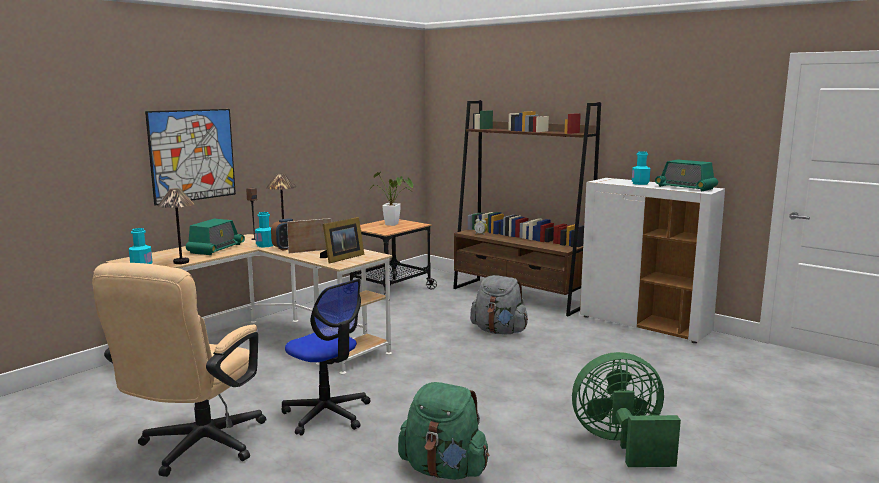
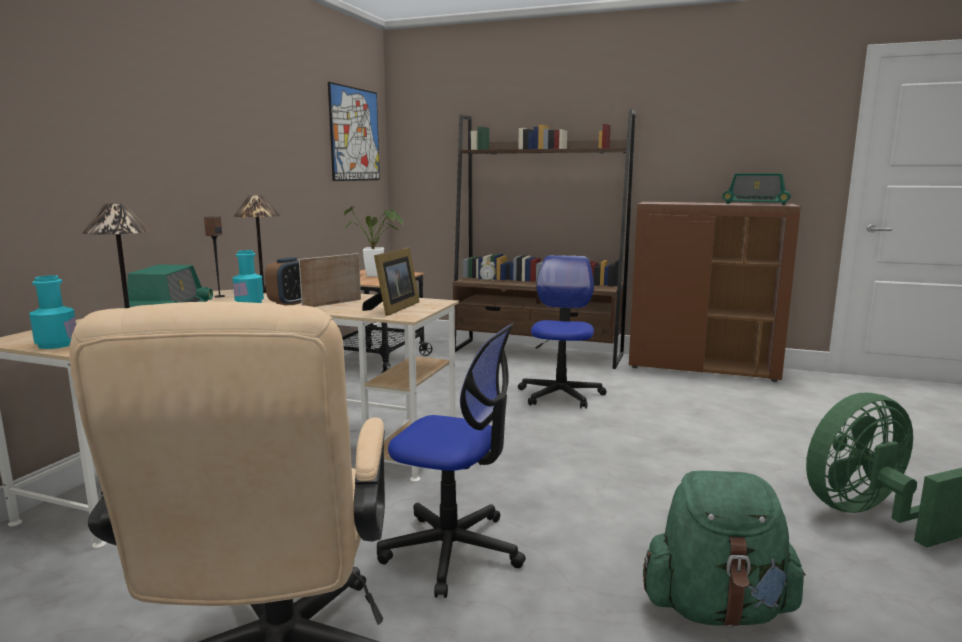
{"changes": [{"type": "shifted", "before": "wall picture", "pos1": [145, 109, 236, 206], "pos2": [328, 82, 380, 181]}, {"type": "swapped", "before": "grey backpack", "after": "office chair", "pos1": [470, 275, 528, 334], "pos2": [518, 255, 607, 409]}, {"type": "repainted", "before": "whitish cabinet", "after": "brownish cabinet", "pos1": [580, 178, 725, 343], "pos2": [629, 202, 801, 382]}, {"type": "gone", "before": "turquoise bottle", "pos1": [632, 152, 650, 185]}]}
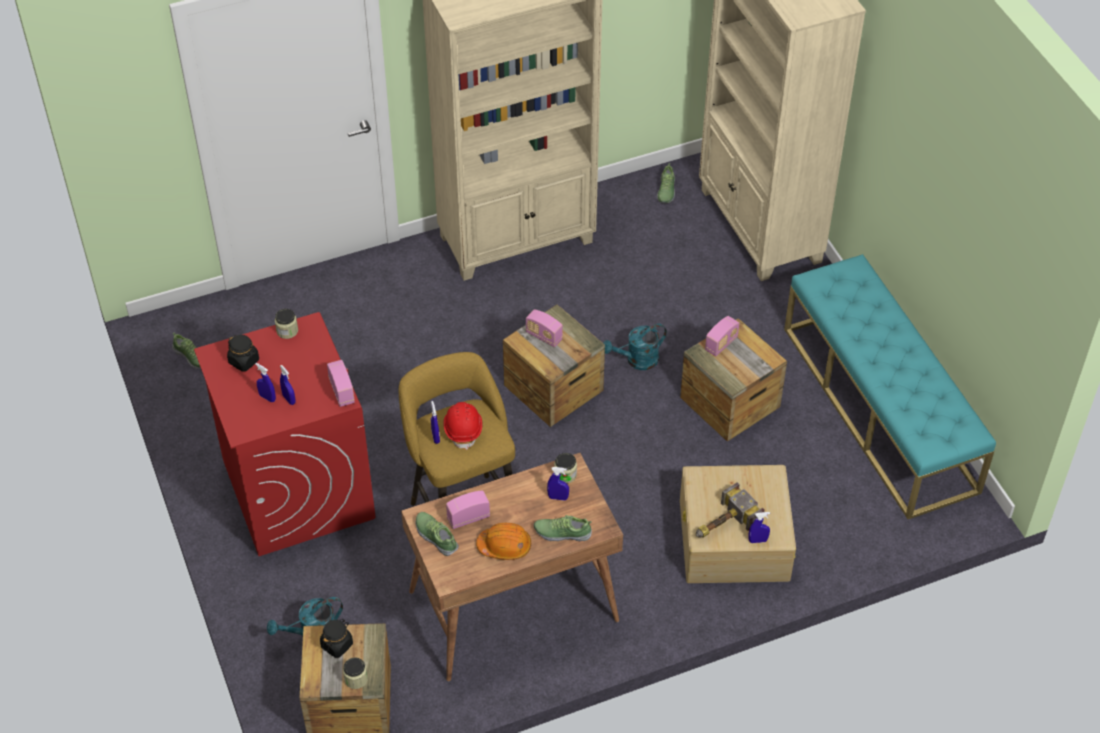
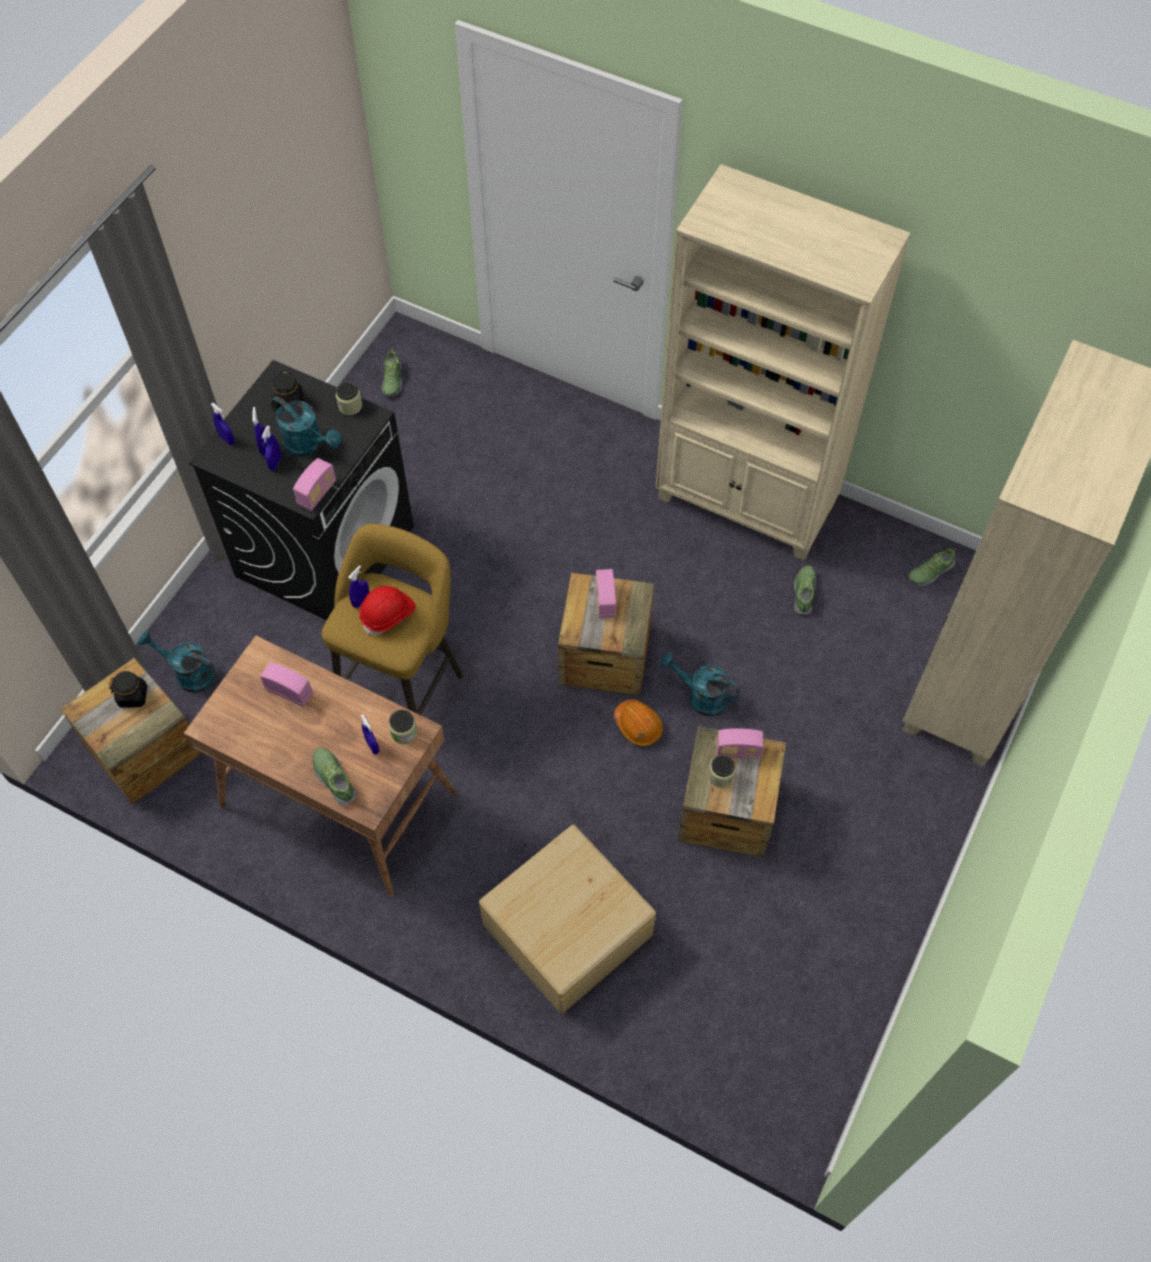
{"changes": [{"type": "repainted", "before": "red-coloured laundry machine", "after": "black laundry machine", "pos1": [194, 312, 376, 556], "pos2": [189, 360, 414, 620]}, {"type": "shifted", "before": "bluish hand sprayer", "pos1": [749, 512, 770, 543], "pos2": [211, 403, 234, 445]}, {"type": "new", "after": "turquoise watering can", "pos2": [271, 396, 341, 457]}, {"type": "shifted", "before": "orange-coloured safety helmet", "pos1": [476, 523, 531, 560], "pos2": [614, 699, 663, 746]}, {"type": "shifted", "before": "storage jar", "pos1": [343, 657, 368, 689], "pos2": [708, 755, 736, 788]}, {"type": "shifted", "before": "shoe", "pos1": [416, 512, 459, 556], "pos2": [794, 565, 816, 614]}, {"type": "gone", "before": "hand hammer", "pos1": [696, 482, 765, 538]}, {"type": "gone", "before": "turquoise bench", "pos1": [784, 254, 996, 519]}]}
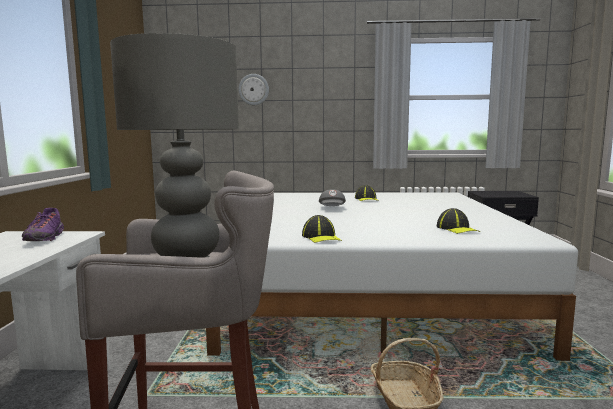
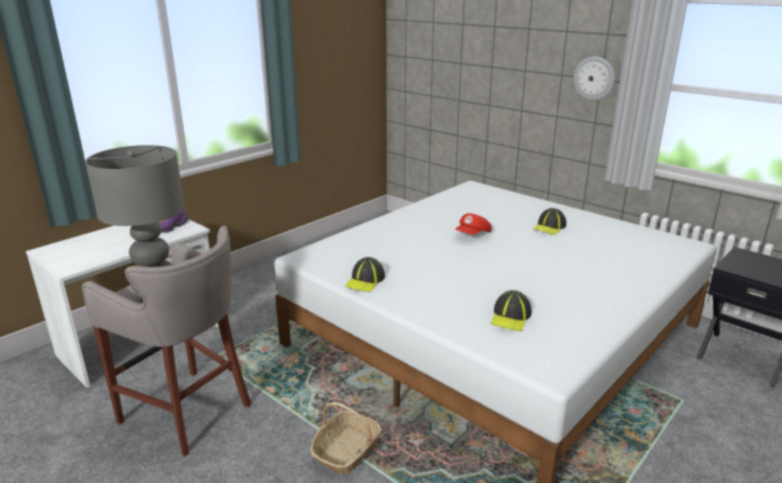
{"changes": [{"type": "repainted", "before": "grey baseball cap", "after": "red-coloured baseball cap", "pos1": [319, 189, 346, 206], "pos2": [456, 213, 492, 234]}, {"type": "shifted", "before": "clock on the wall", "pos1": [238, 74, 269, 105], "pos2": [574, 56, 615, 101]}]}
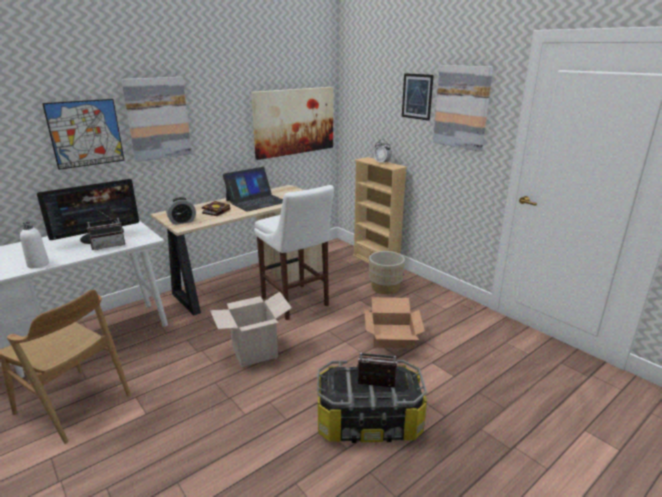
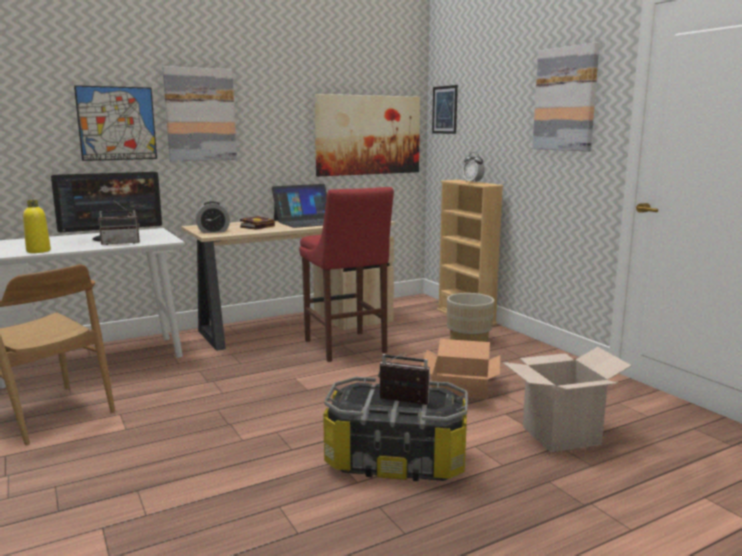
{"changes": [{"type": "repainted", "before": "whitish bottle", "after": "yellow bottle", "pos1": [20, 222, 49, 268], "pos2": [23, 200, 51, 253]}, {"type": "repainted", "before": "whitish stool seat", "after": "red-coloured stool seat", "pos1": [254, 185, 334, 320], "pos2": [299, 187, 394, 362]}, {"type": "shifted", "before": "wall picture", "pos1": [402, 73, 434, 121], "pos2": [432, 85, 458, 134]}, {"type": "shifted", "before": "cardboard box", "pos1": [210, 291, 292, 367], "pos2": [503, 347, 632, 452]}]}
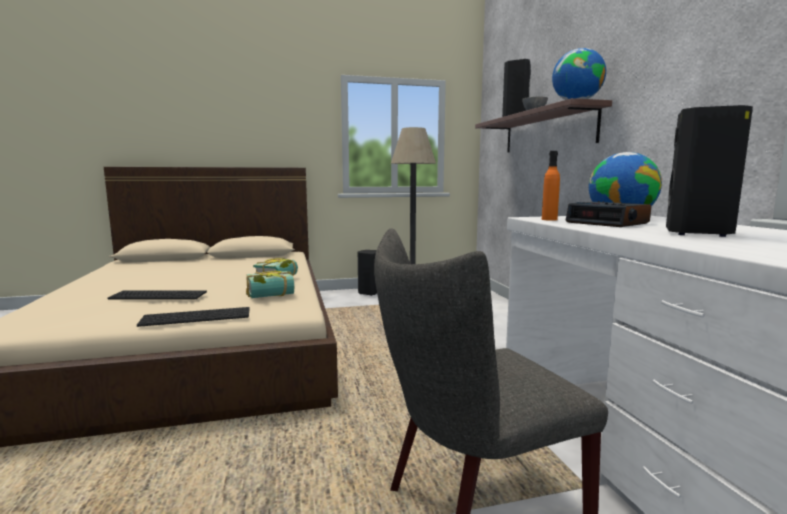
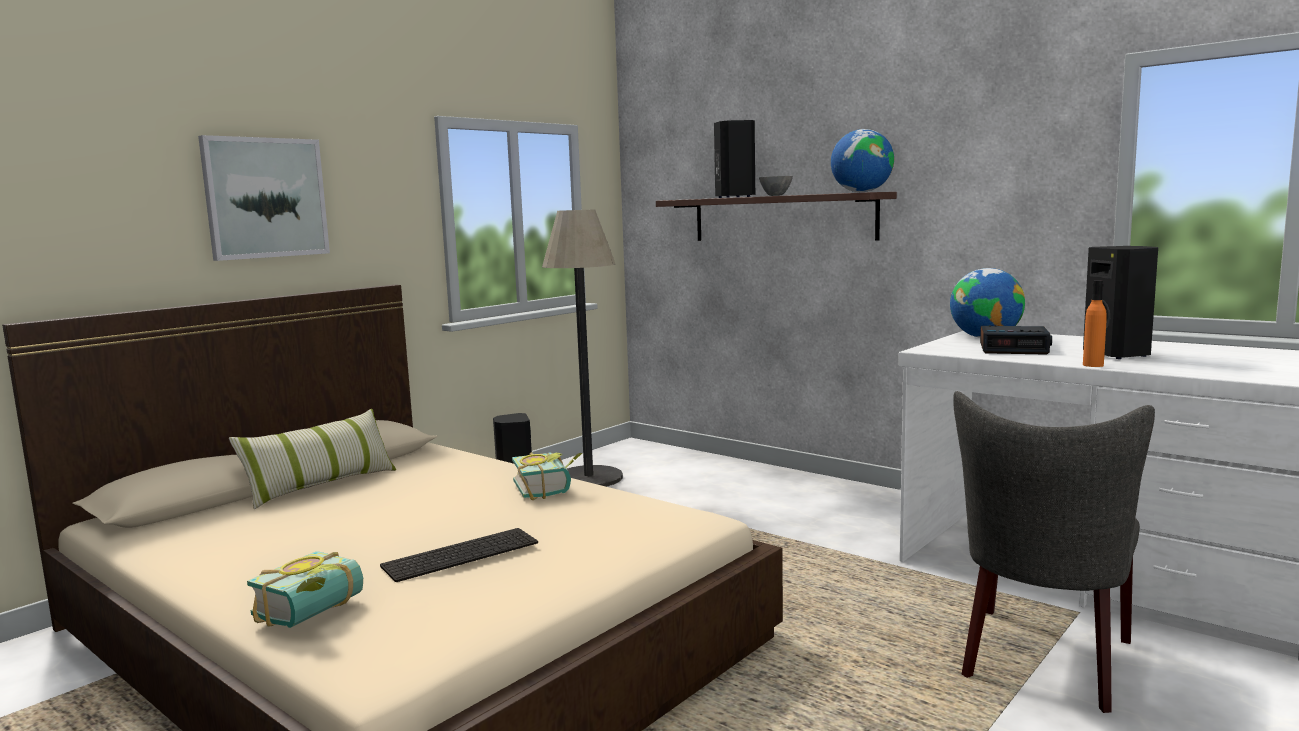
{"changes": [{"type": "new", "after": "wall picture", "pos2": [198, 135, 330, 261]}, {"type": "new", "after": "cushion", "pos2": [229, 409, 396, 509]}, {"type": "shifted", "before": "book", "pos1": [246, 271, 294, 298], "pos2": [247, 551, 363, 628]}, {"type": "shifted", "before": "orange-coloured bottle", "pos1": [542, 151, 560, 221], "pos2": [1083, 280, 1107, 367]}, {"type": "gone", "before": "computer keyboard", "pos1": [137, 307, 250, 327]}]}
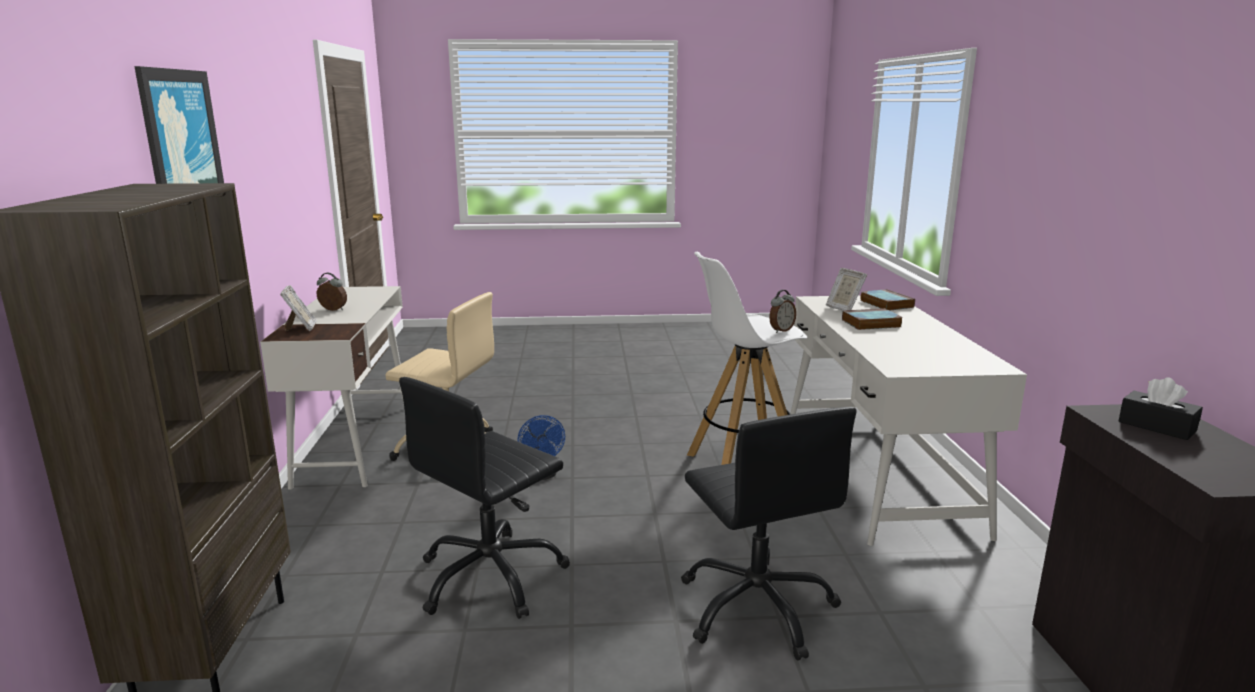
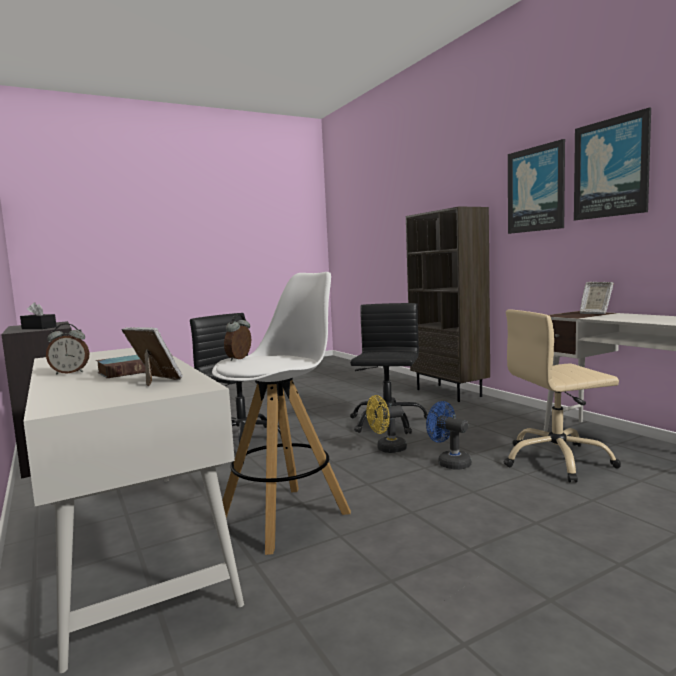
{"changes": [{"type": "shifted", "before": "alarm clock", "pos1": [317, 273, 347, 311], "pos2": [46, 323, 90, 374]}, {"type": "new", "after": "yellow electric fan", "pos2": [366, 395, 407, 453]}, {"type": "new", "after": "wall picture", "pos2": [574, 107, 651, 220]}, {"type": "gone", "before": "book", "pos1": [860, 289, 915, 310]}]}
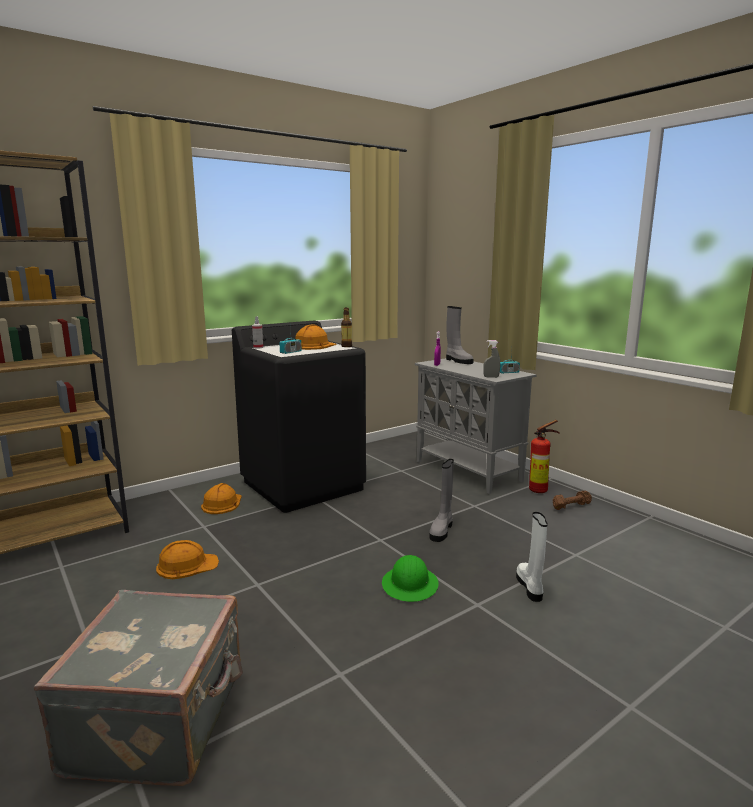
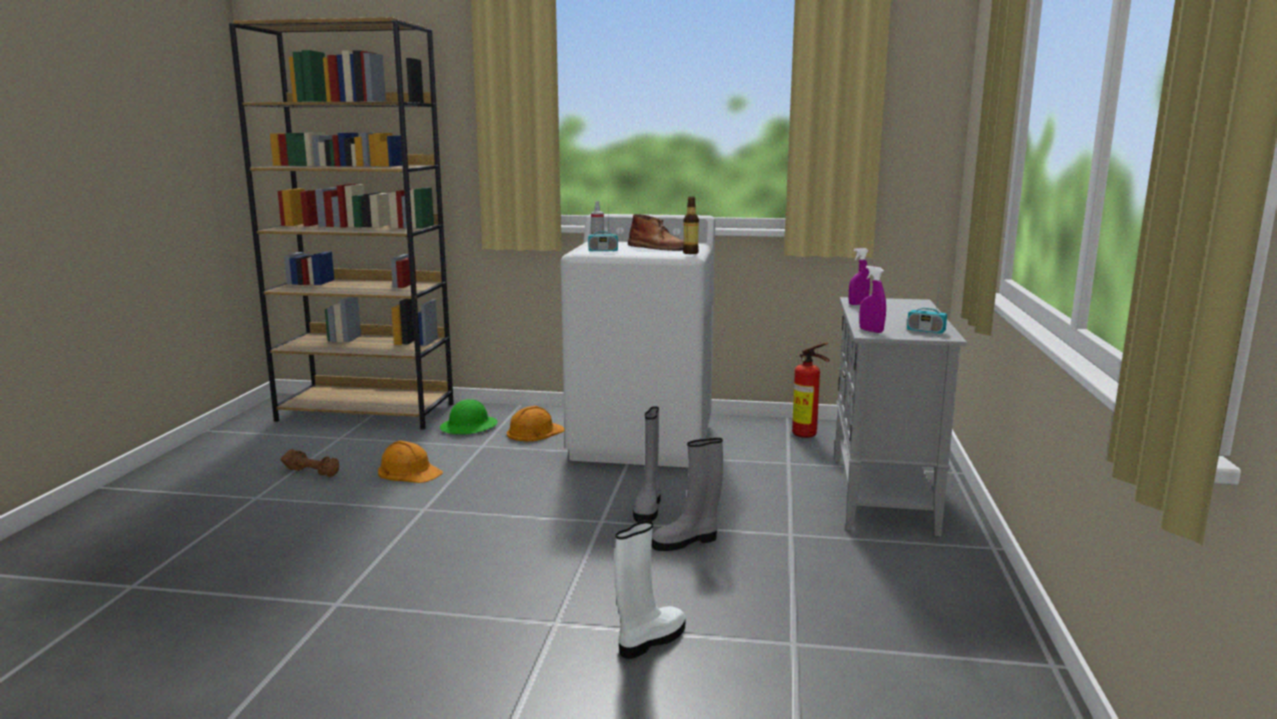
{"changes": [{"type": "shifted", "before": "brownish hand weight", "pos1": [553, 491, 592, 510], "pos2": [280, 449, 339, 477]}, {"type": "shifted", "before": "green safety helmet", "pos1": [382, 555, 438, 602], "pos2": [440, 399, 497, 434]}, {"type": "repainted", "before": "black laundry machine", "after": "whitish laundry machine", "pos1": [232, 321, 366, 513], "pos2": [561, 214, 715, 467]}, {"type": "swapped", "before": "orange-coloured safety helmet", "after": "brownish high-top boot", "pos1": [295, 324, 336, 350], "pos2": [628, 214, 684, 251]}, {"type": "shifted", "before": "grey high-top boot", "pos1": [446, 306, 474, 364], "pos2": [633, 406, 661, 522]}, {"type": "shifted", "before": "extinguisher", "pos1": [529, 420, 560, 493], "pos2": [792, 343, 830, 438]}, {"type": "repainted", "before": "grey hand sprayer", "after": "purplish hand sprayer", "pos1": [483, 340, 500, 378], "pos2": [860, 266, 886, 333]}, {"type": "gone", "before": "grey piece of luggage", "pos1": [34, 590, 243, 786]}]}
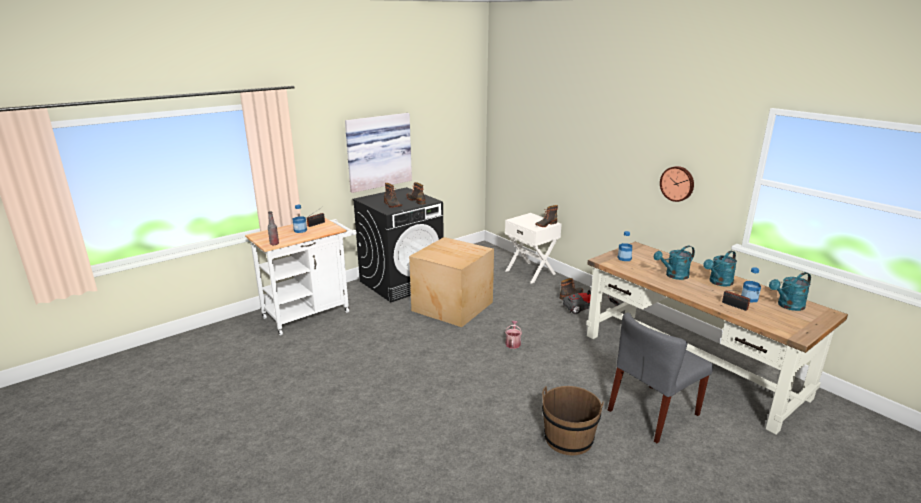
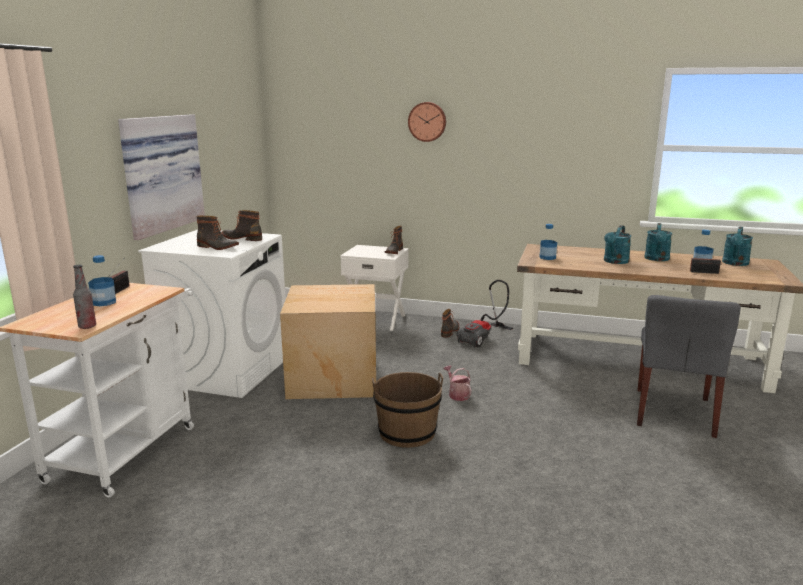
{"changes": [{"type": "repainted", "before": "black laundry machine", "after": "whitish laundry machine", "pos1": [352, 187, 444, 302], "pos2": [138, 230, 286, 398]}, {"type": "shifted", "before": "brownish pail", "pos1": [542, 386, 604, 456], "pos2": [372, 372, 443, 448]}, {"type": "shifted", "before": "clock on the wall", "pos1": [660, 166, 694, 202], "pos2": [408, 102, 446, 142]}]}
